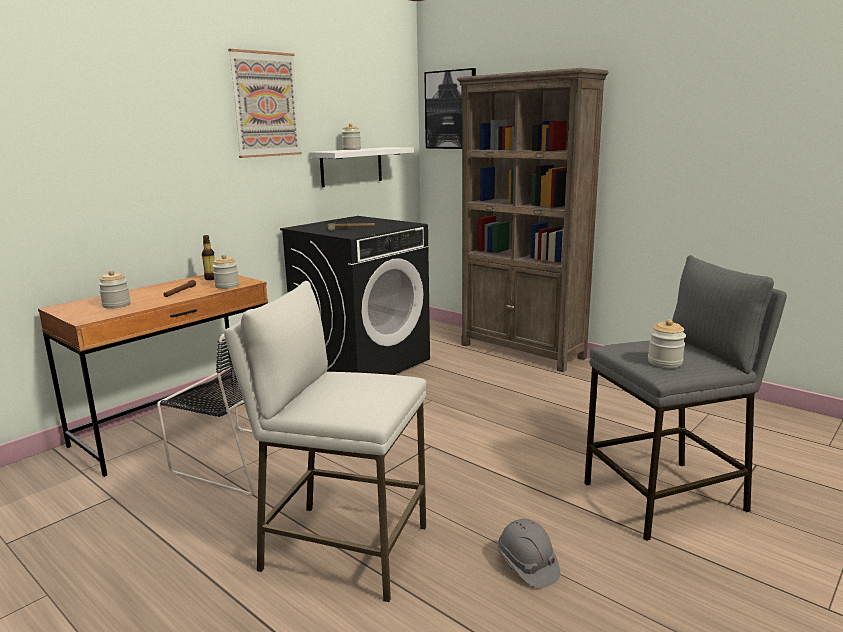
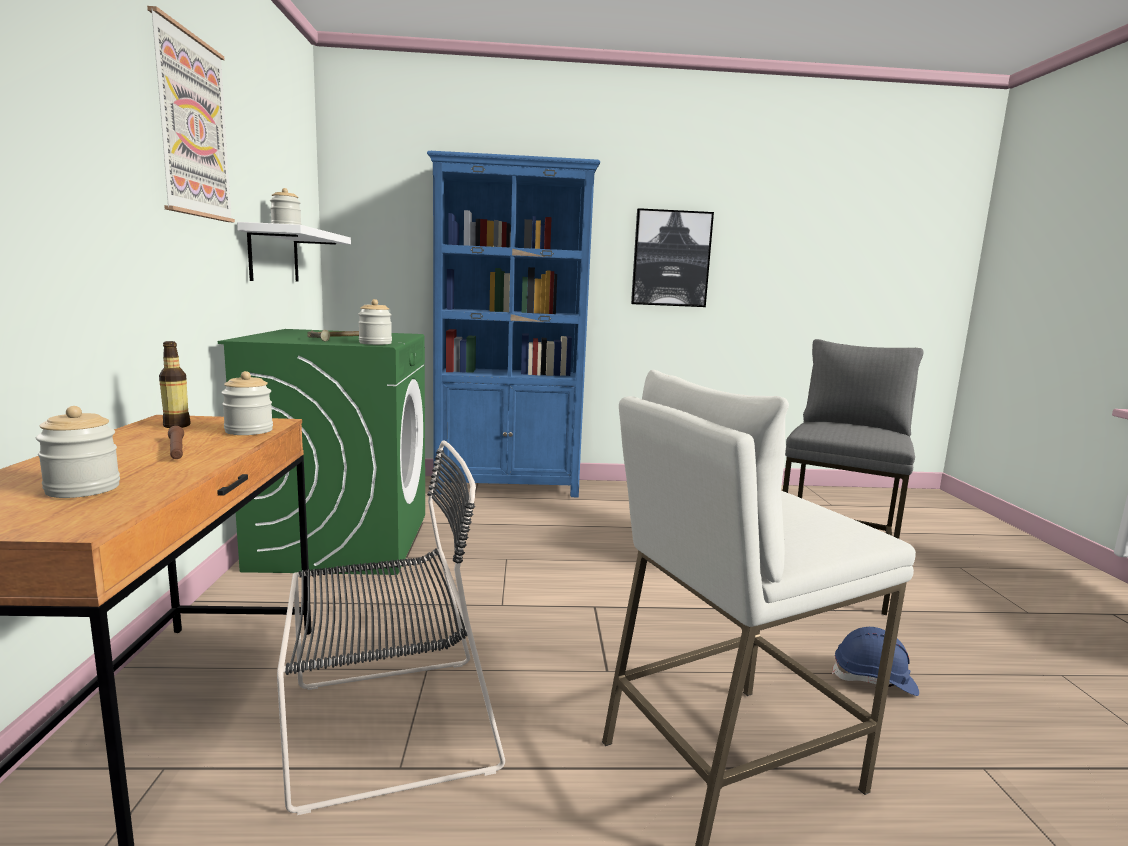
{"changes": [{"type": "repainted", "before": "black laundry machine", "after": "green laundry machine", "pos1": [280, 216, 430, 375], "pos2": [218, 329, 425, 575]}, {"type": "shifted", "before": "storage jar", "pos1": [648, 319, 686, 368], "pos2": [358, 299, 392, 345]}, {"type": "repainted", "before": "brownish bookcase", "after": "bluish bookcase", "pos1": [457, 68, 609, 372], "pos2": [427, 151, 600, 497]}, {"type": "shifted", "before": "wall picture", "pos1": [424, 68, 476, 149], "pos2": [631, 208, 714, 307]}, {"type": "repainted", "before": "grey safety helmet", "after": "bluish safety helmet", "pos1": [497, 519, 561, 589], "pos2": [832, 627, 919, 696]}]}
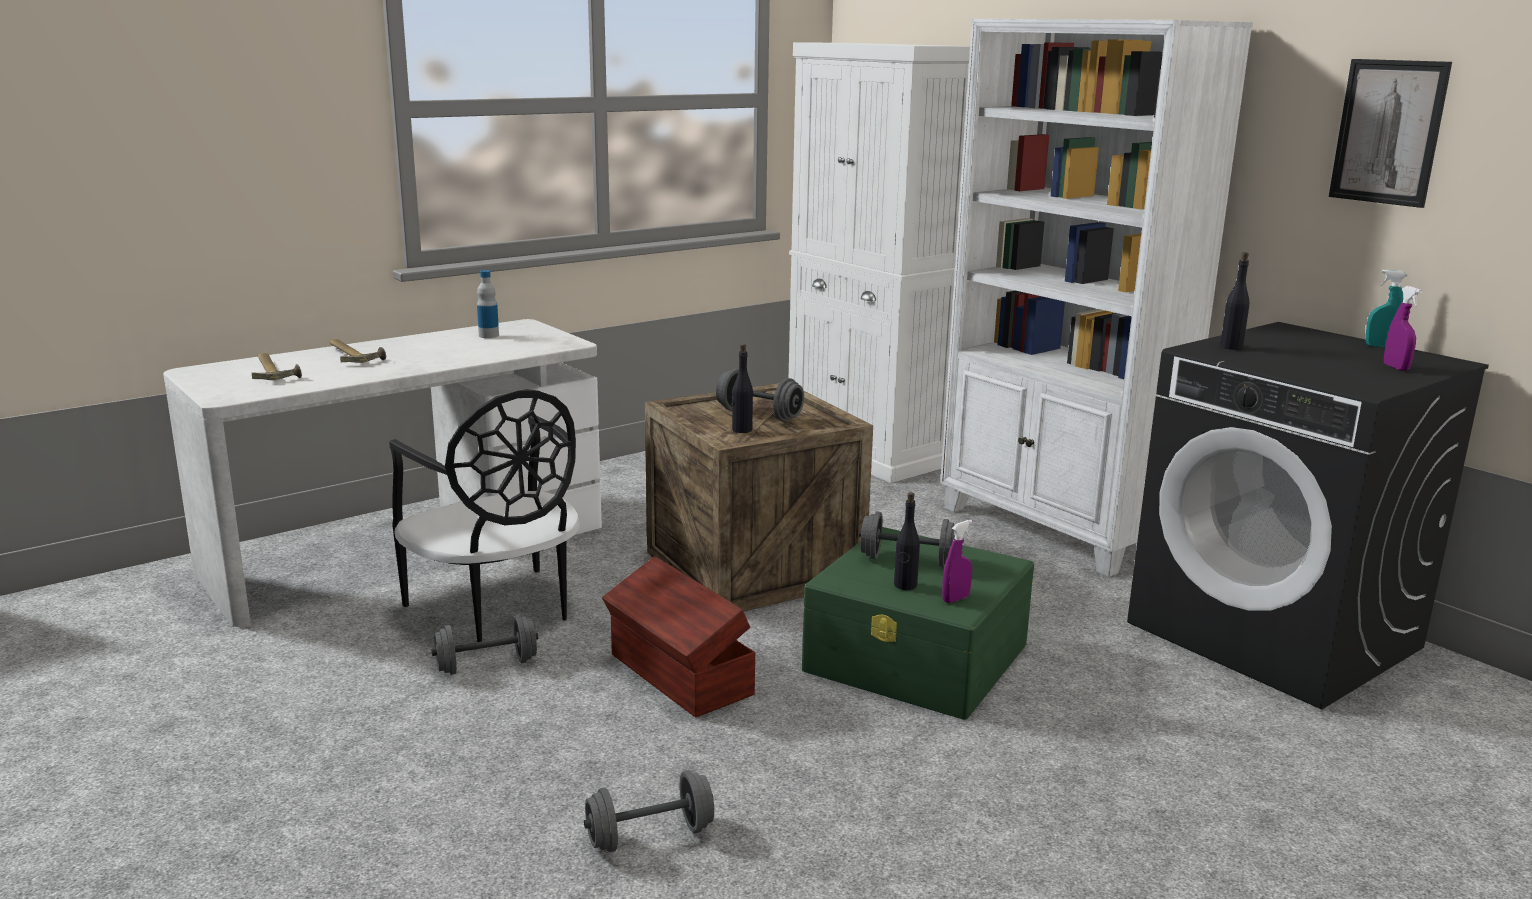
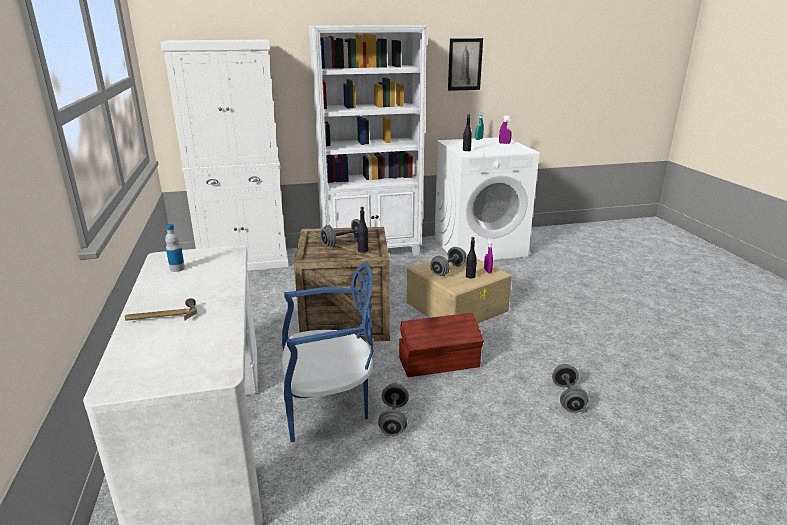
{"changes": [{"type": "repainted", "before": "black plain chair", "after": "bluish plain chair", "pos1": [389, 389, 580, 642], "pos2": [282, 263, 374, 442]}, {"type": "repainted", "before": "green storage bin", "after": "beige-coloured storage bin", "pos1": [802, 527, 1034, 720], "pos2": [406, 254, 512, 323]}, {"type": "repainted", "before": "black laundry machine", "after": "whitish laundry machine", "pos1": [1127, 322, 1489, 709], "pos2": [435, 137, 539, 261]}, {"type": "gone", "before": "hand hammer", "pos1": [252, 353, 302, 380]}]}
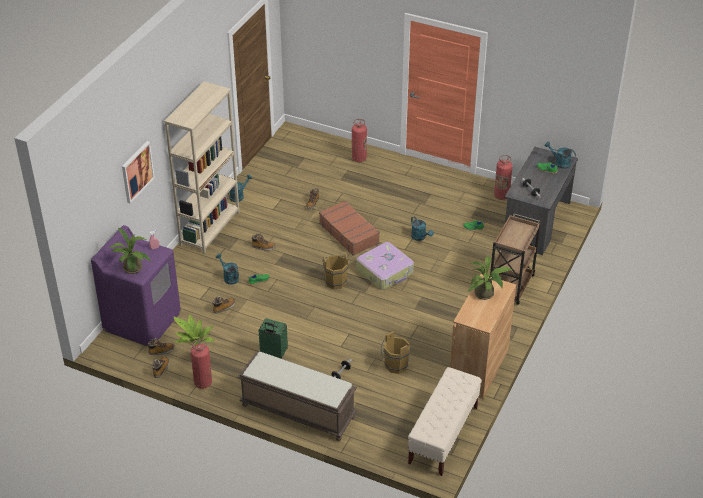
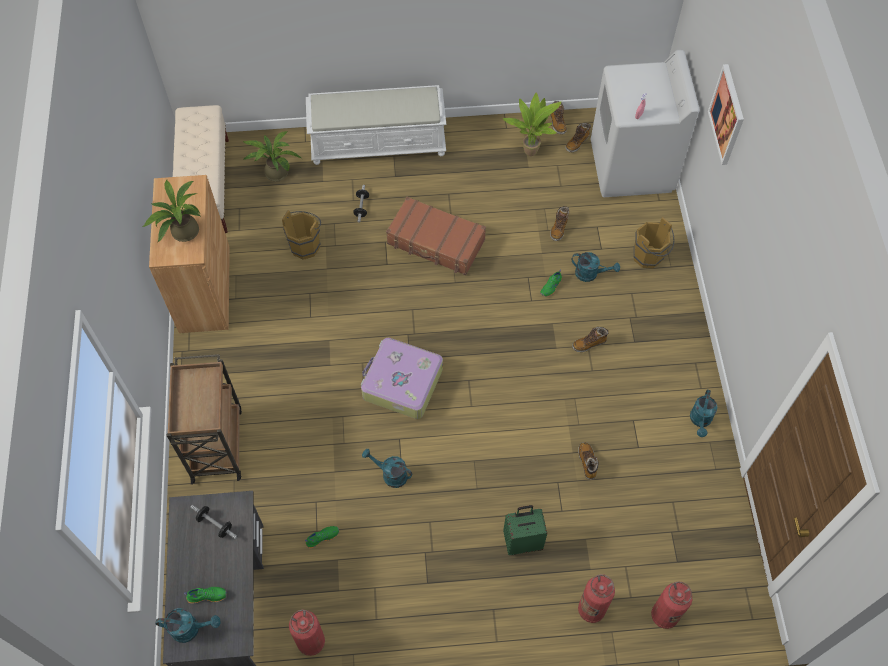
{"changes": [{"type": "shifted", "before": "potted plant", "pos1": [109, 227, 151, 274], "pos2": [243, 131, 302, 182]}, {"type": "repainted", "before": "brownish bench", "after": "whitish bench", "pos1": [237, 352, 357, 441], "pos2": [306, 85, 446, 165]}, {"type": "shifted", "before": "brownish piece of luggage", "pos1": [319, 201, 380, 256], "pos2": [386, 196, 486, 275]}, {"type": "shifted", "before": "green piece of luggage", "pos1": [258, 318, 288, 359], "pos2": [503, 505, 547, 555]}, {"type": "repainted", "before": "purplish laundry machine", "after": "whitish laundry machine", "pos1": [91, 225, 181, 346], "pos2": [591, 50, 699, 197]}, {"type": "shifted", "before": "brownish pail", "pos1": [322, 253, 349, 289], "pos2": [633, 217, 674, 269]}, {"type": "shifted", "before": "extinguisher", "pos1": [191, 339, 212, 389], "pos2": [651, 582, 692, 629]}, {"type": "gone", "before": "beige-coloured bookcase", "pos1": [164, 81, 240, 254]}]}
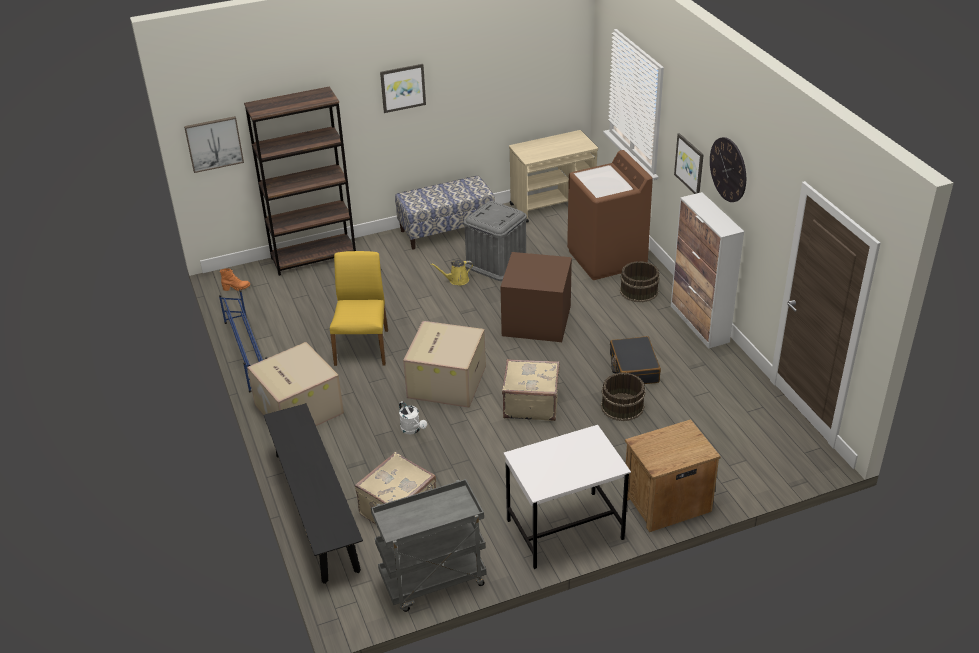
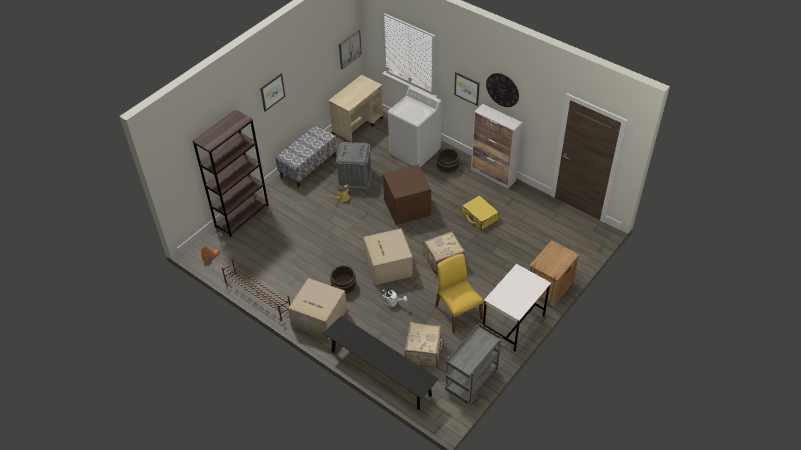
{"changes": [{"type": "repainted", "before": "bluish shoe rack", "after": "brownish shoe rack", "pos1": [219, 290, 268, 392], "pos2": [222, 259, 290, 321]}, {"type": "shifted", "before": "brownish pail", "pos1": [601, 372, 646, 421], "pos2": [330, 265, 357, 295]}, {"type": "shifted", "before": "wall picture", "pos1": [184, 116, 244, 173], "pos2": [339, 29, 362, 69]}, {"type": "repainted", "before": "brownish laundry machine", "after": "whitish laundry machine", "pos1": [567, 150, 653, 280], "pos2": [388, 86, 442, 167]}, {"type": "shifted", "before": "yellow plain chair", "pos1": [330, 251, 388, 366], "pos2": [435, 254, 483, 333]}, {"type": "repainted", "before": "black piece of luggage", "after": "yellow piece of luggage", "pos1": [610, 336, 661, 384], "pos2": [462, 195, 499, 230]}]}
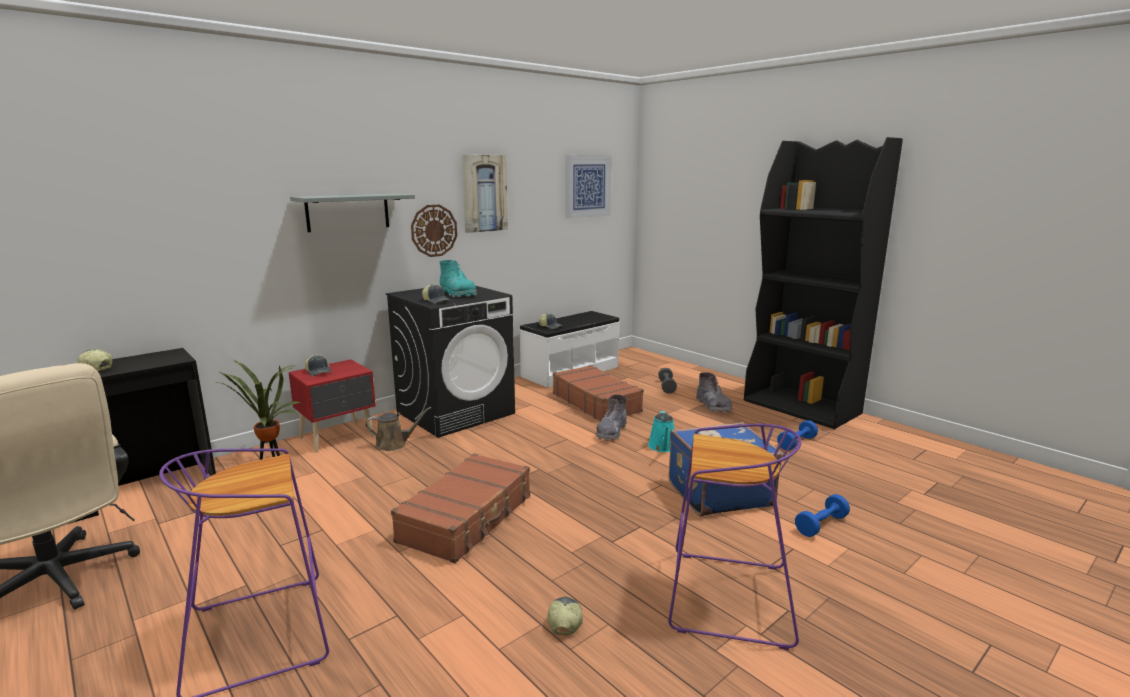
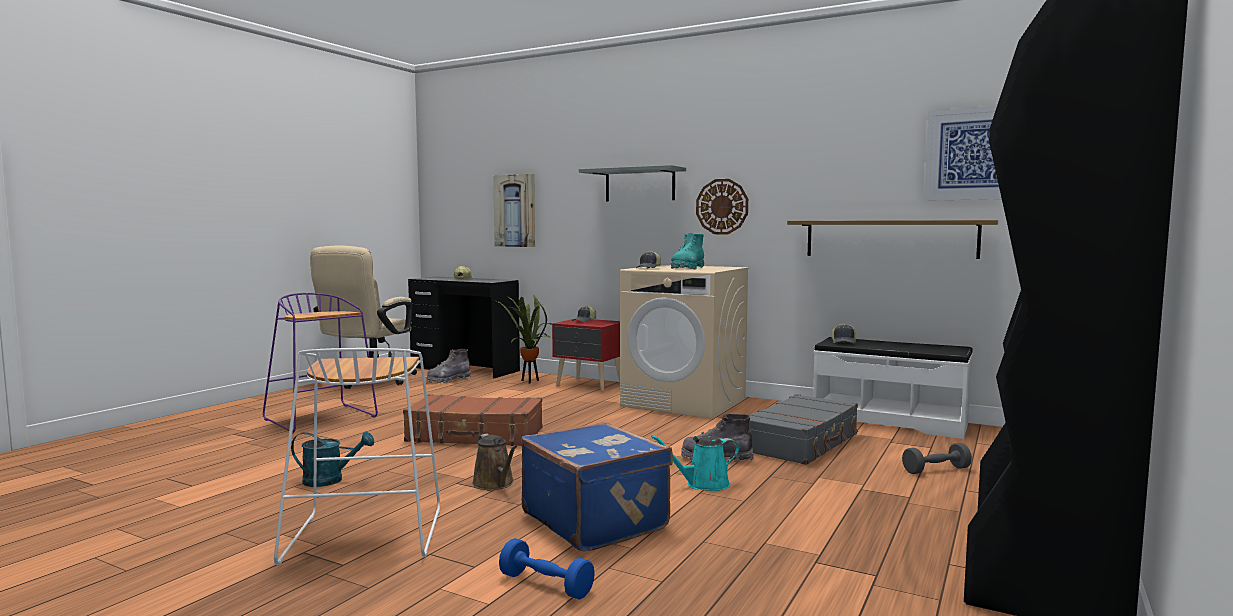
{"changes": [{"type": "repainted", "before": "purplish stool seat", "after": "whitish stool seat", "pos1": [668, 424, 802, 650], "pos2": [274, 348, 440, 565]}, {"type": "swapped", "before": "baseball cap", "after": "turquoise watering can", "pos1": [547, 597, 583, 635], "pos2": [291, 431, 374, 487]}, {"type": "shifted", "before": "grey high-top boot", "pos1": [696, 372, 732, 413], "pos2": [427, 349, 471, 383]}, {"type": "shifted", "before": "brownish watering can", "pos1": [365, 407, 431, 451], "pos2": [472, 434, 517, 490]}, {"type": "shifted", "before": "wall picture", "pos1": [462, 155, 508, 233], "pos2": [493, 174, 535, 247]}, {"type": "repainted", "before": "black laundry machine", "after": "beige-coloured laundry machine", "pos1": [386, 286, 515, 438], "pos2": [620, 265, 749, 419]}, {"type": "repainted", "before": "brownish piece of luggage", "after": "grey piece of luggage", "pos1": [553, 365, 644, 421], "pos2": [749, 394, 859, 465]}, {"type": "new", "after": "wall shelf", "pos2": [787, 220, 998, 259]}, {"type": "gone", "before": "bluish hand weight", "pos1": [777, 420, 818, 451]}]}
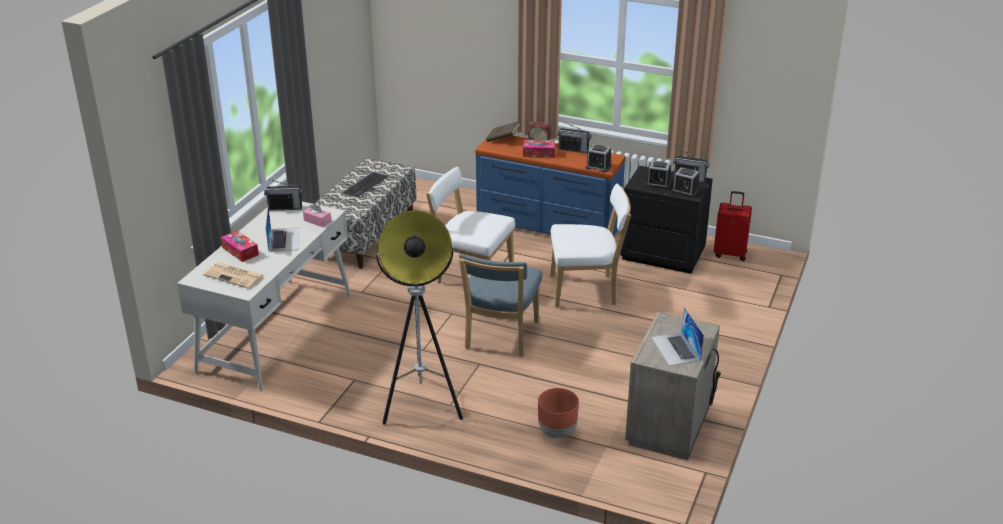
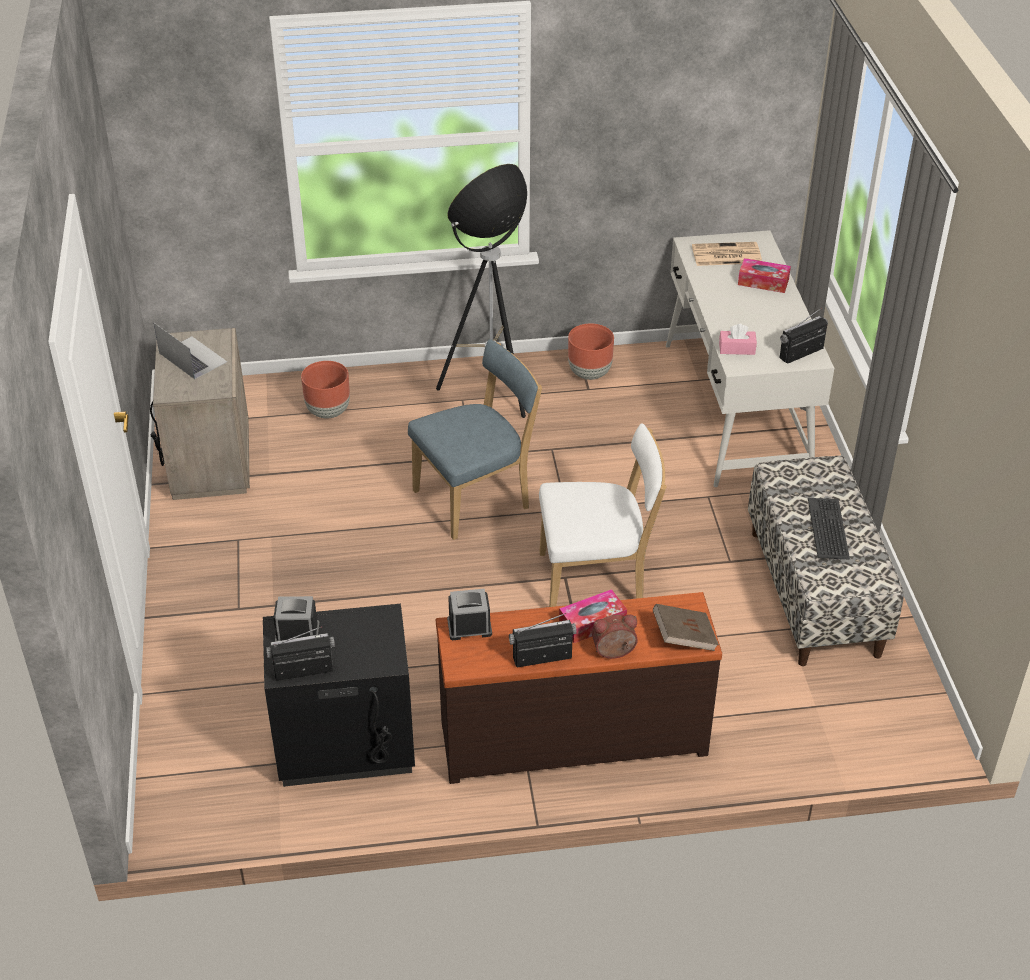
{"changes": [{"type": "rotated", "before": "bluish plain chair", "pos1": [459, 254, 542, 357], "pos2": [408, 339, 542, 540], "turn": 75}, {"type": "repainted", "before": "bluish drawer chest", "after": "brownish drawer chest", "pos1": [475, 135, 626, 236], "pos2": [436, 592, 722, 784]}, {"type": "new", "after": "brownish plant pot", "pos2": [568, 323, 614, 380]}, {"type": "gone", "before": "notebook computer", "pos1": [266, 207, 300, 252]}, {"type": "gone", "before": "whitish plain chair", "pos1": [550, 184, 631, 308]}, {"type": "gone", "before": "alarm clock", "pos1": [646, 161, 671, 189]}, {"type": "gone", "before": "red-coloured piece of luggage", "pos1": [714, 191, 752, 261]}]}
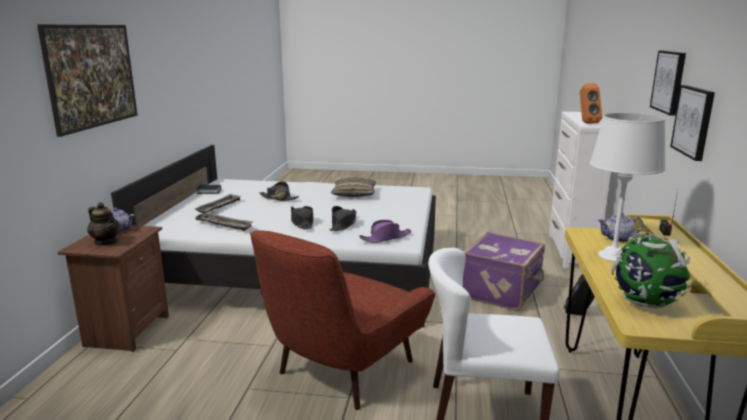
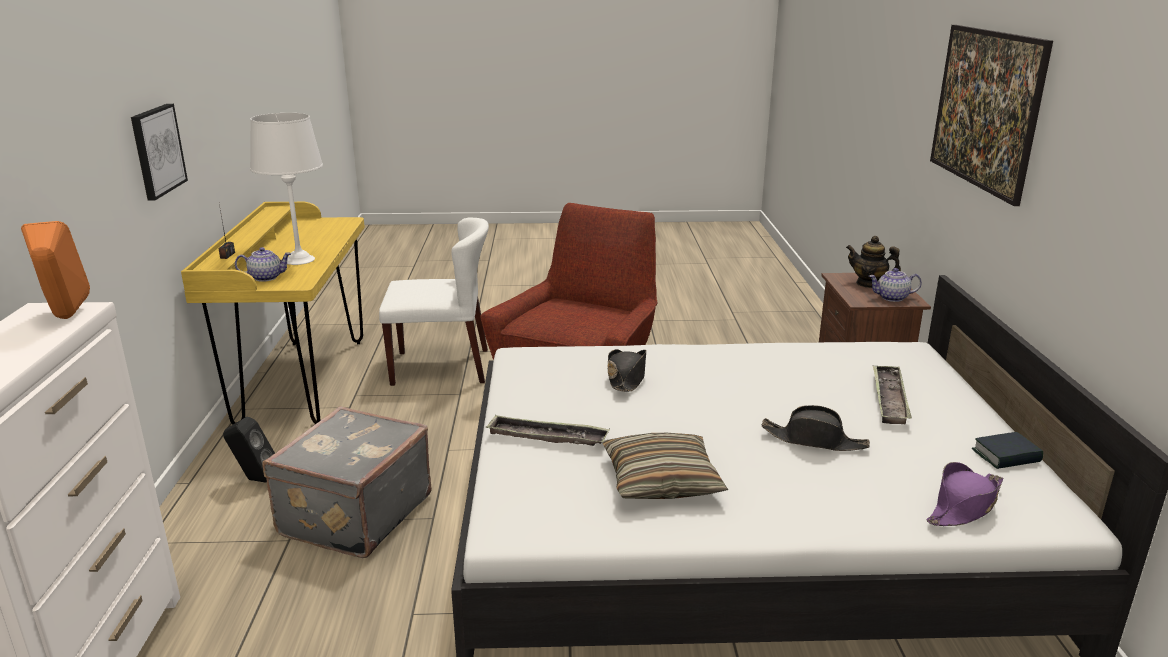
{"changes": [{"type": "repainted", "before": "purplish piece of luggage", "after": "grey piece of luggage", "pos1": [463, 232, 545, 311], "pos2": [262, 406, 432, 558]}, {"type": "shifted", "before": "carrying tray", "pos1": [193, 212, 253, 231], "pos2": [486, 415, 610, 446]}, {"type": "shifted", "before": "purplish clothing hat", "pos1": [359, 220, 412, 243], "pos2": [926, 462, 1003, 526]}, {"type": "gone", "before": "black clothing hat", "pos1": [291, 206, 313, 230]}, {"type": "gone", "before": "globe", "pos1": [611, 232, 691, 308]}, {"type": "gone", "before": "wall picture", "pos1": [650, 51, 686, 116]}]}
